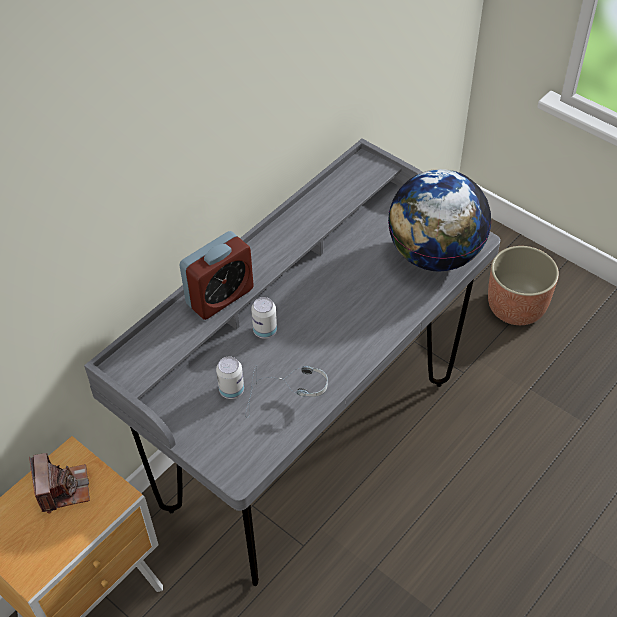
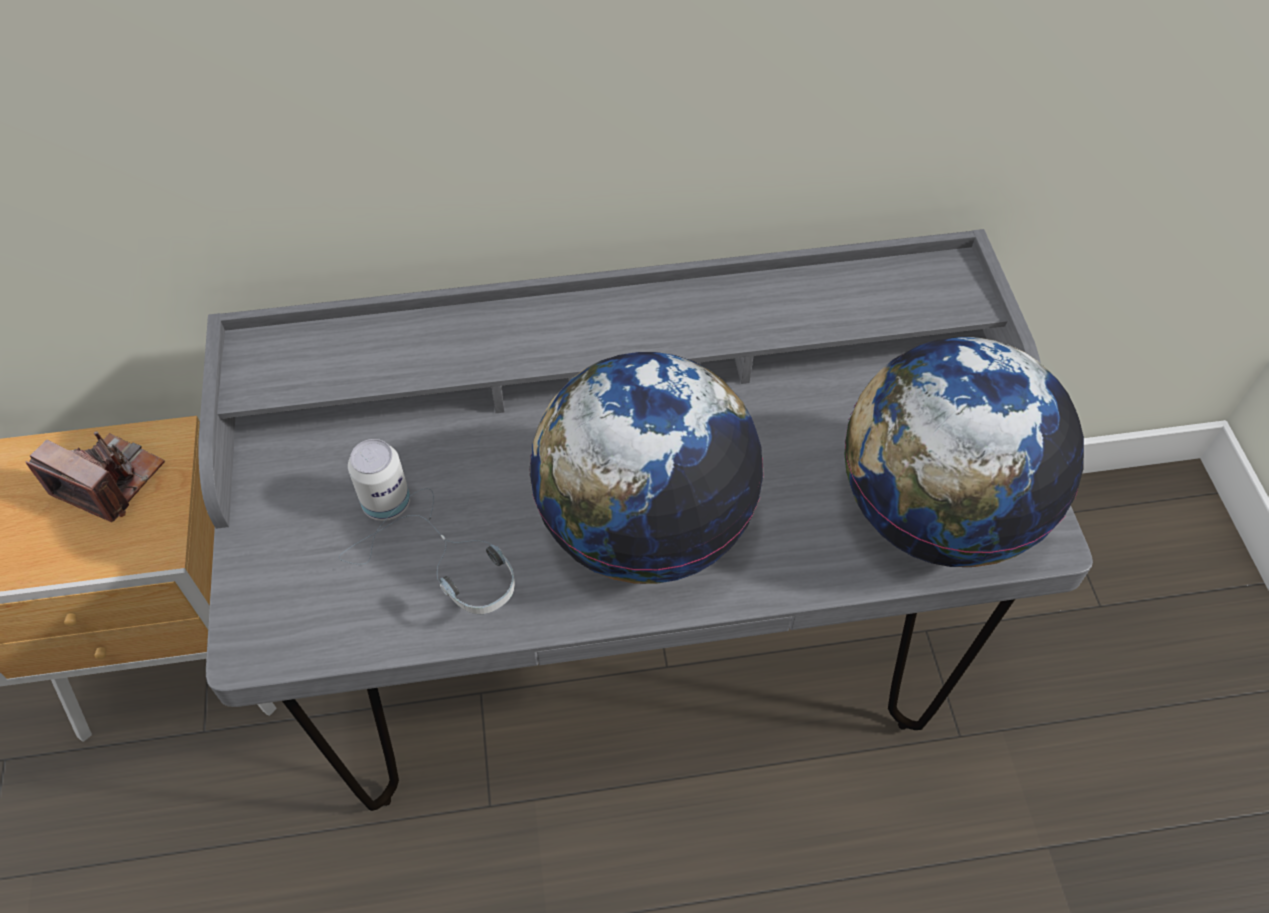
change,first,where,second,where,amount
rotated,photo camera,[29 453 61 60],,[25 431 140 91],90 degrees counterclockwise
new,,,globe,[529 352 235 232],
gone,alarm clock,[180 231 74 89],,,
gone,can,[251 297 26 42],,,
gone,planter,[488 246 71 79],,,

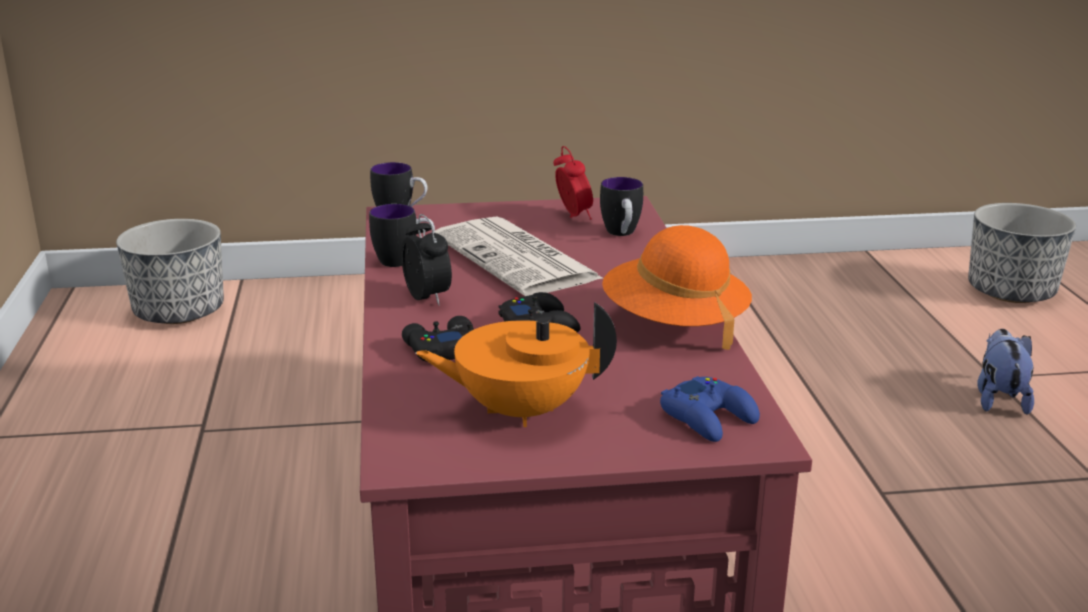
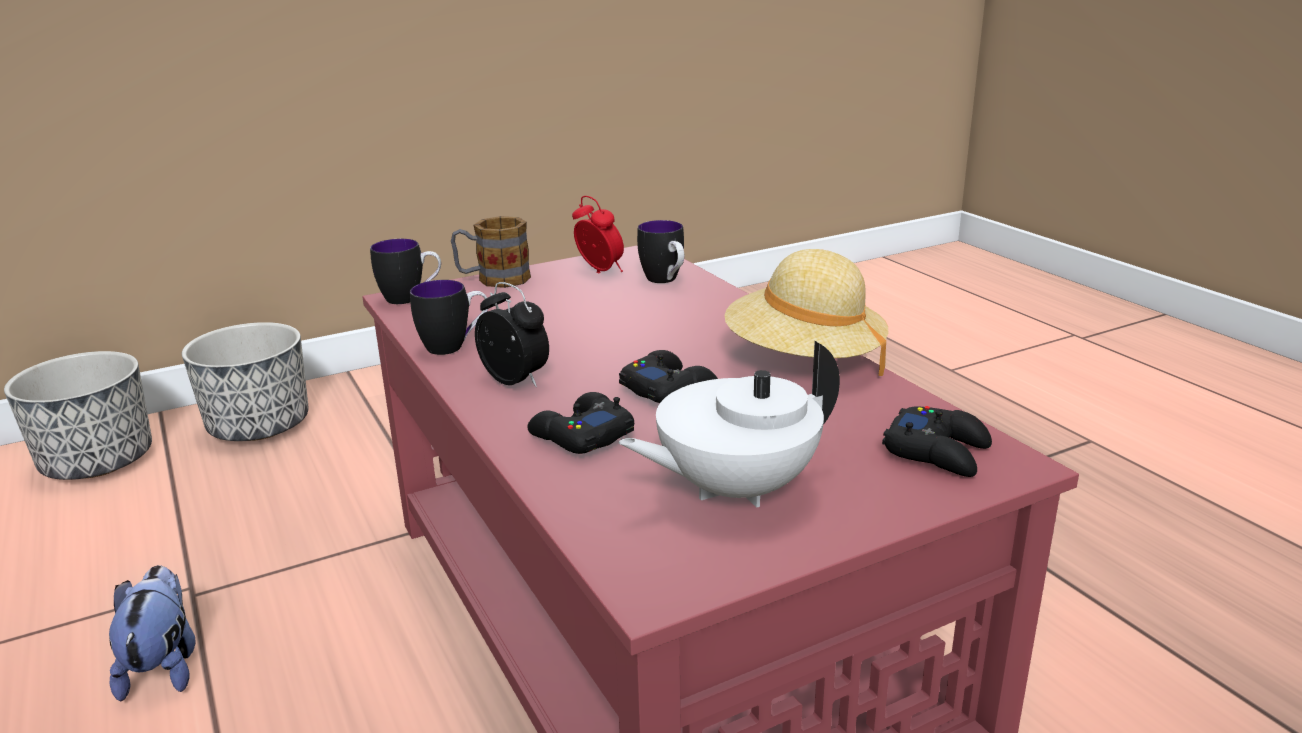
change,first,where,second,where,amount
shifted,plush toy,[977 329 57 86],,[109 565 87 136],
shifted,planter,[968 203 108 100],,[182 322 127 119],
new,,,mug,[451 216 80 72],
repainted,orange teapot,[415 302 202 125],white teapot,[618 341 222 167],
repainted,orange hat,[602 225 150 125],beige hat,[724 249 164 127],
repainted,blue game controller,[660 376 100 66],black game controller,[882 406 110 71],
gone,newspaper,[434 216 170 80],,,

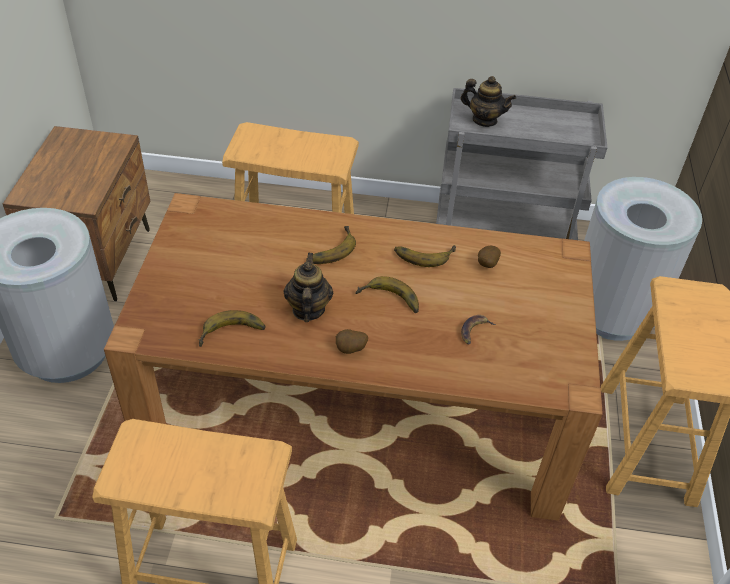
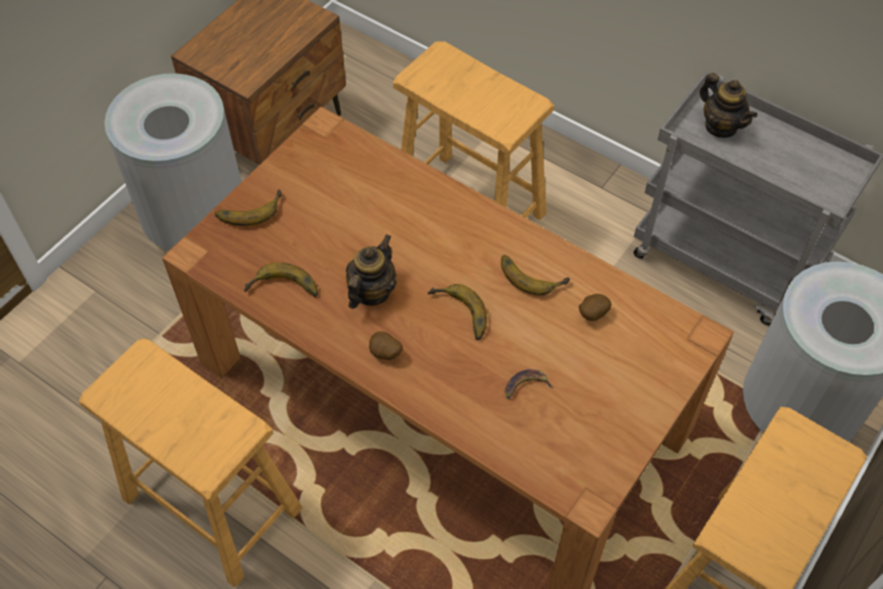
change,first,where,second,where,amount
shifted,banana,[306 226 50 38],,[215 189 67 37],

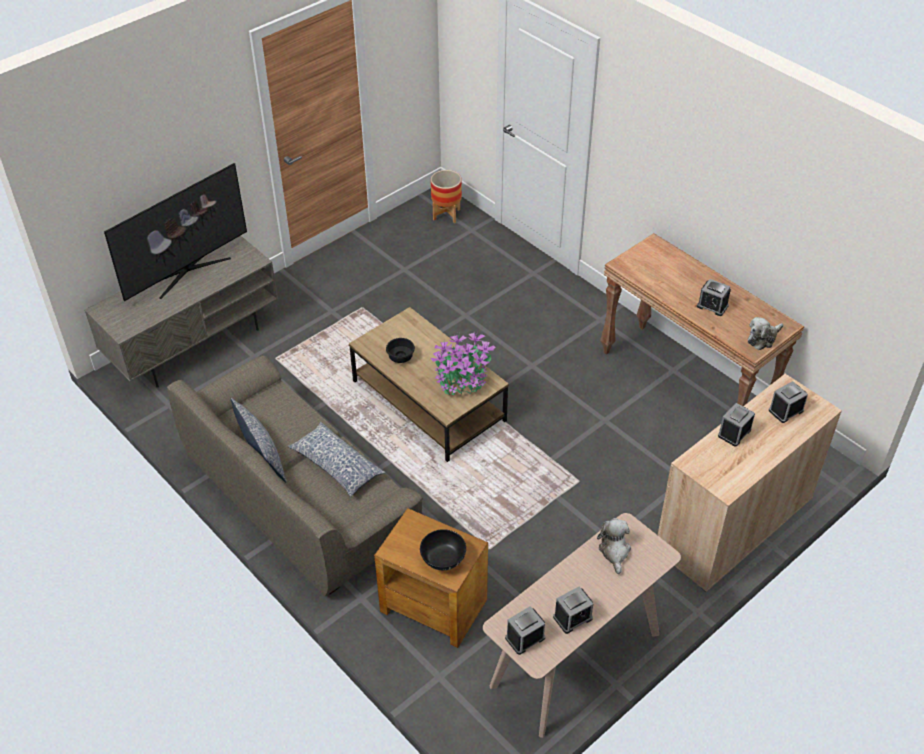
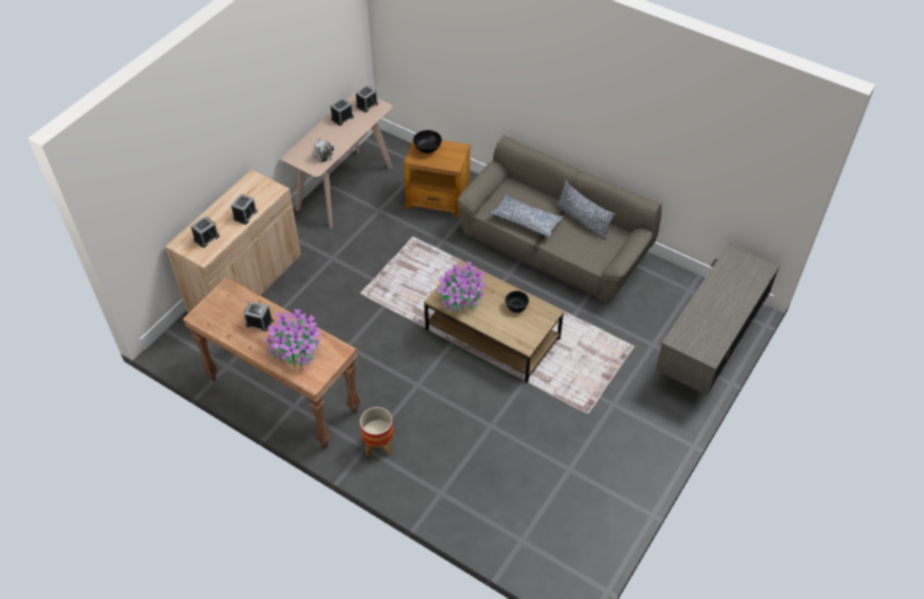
change,first,where,second,where,amount
new,,,potted plant,[264 309 57 58],
shifted,planter,[431 170 31 53],,[360 407 34 49],
gone,television,[104 163 143 138],,,
gone,plush toy,[748 317 35 33],,,

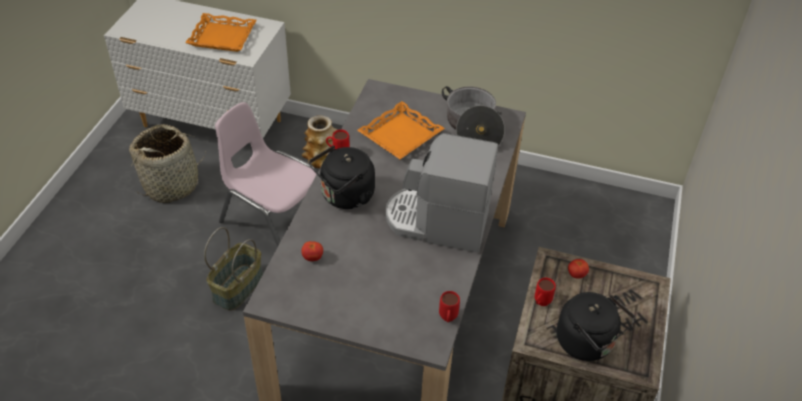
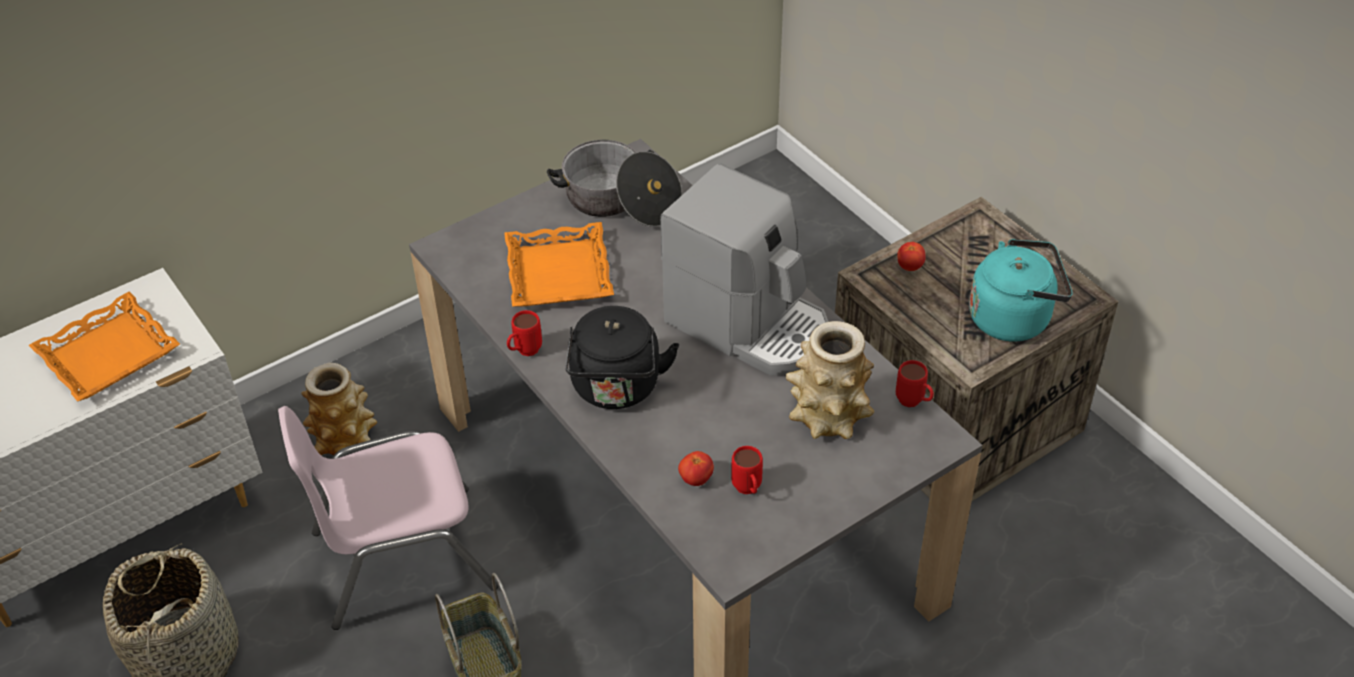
change,first,where,second,where,amount
rotated,coffee machine,[386 133 112 120],,[660 163 169 212],105 degrees counterclockwise
shifted,red mug,[535 278 21 28],,[731 446 32 48],
new,,,vase,[786 321 88 118],
repainted,black kettle,[557 292 79 69],turquoise kettle,[969 239 104 103],

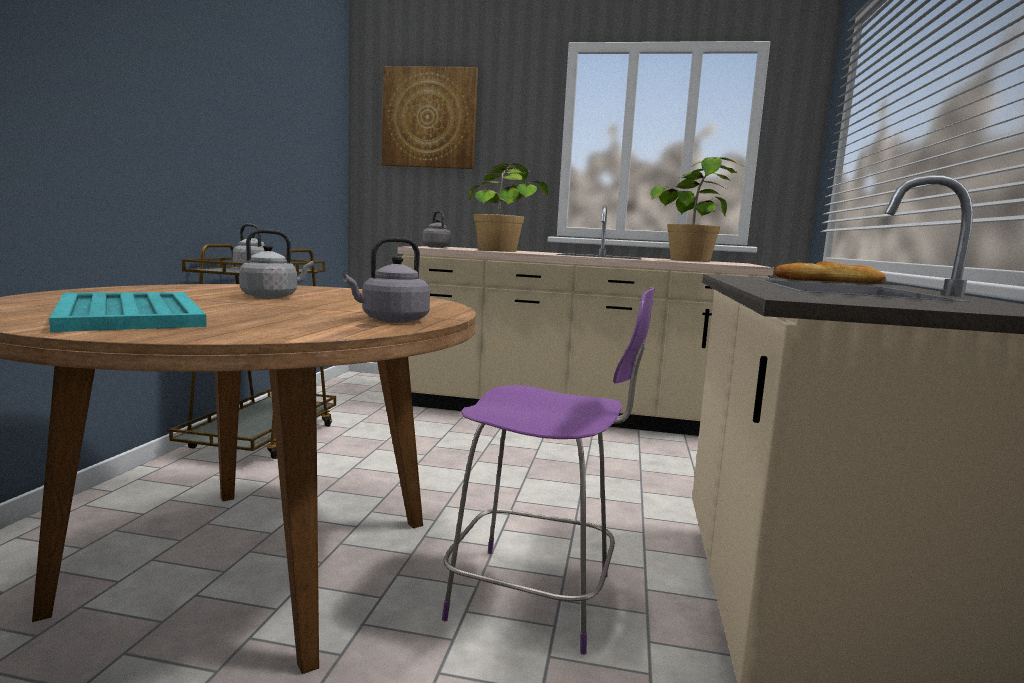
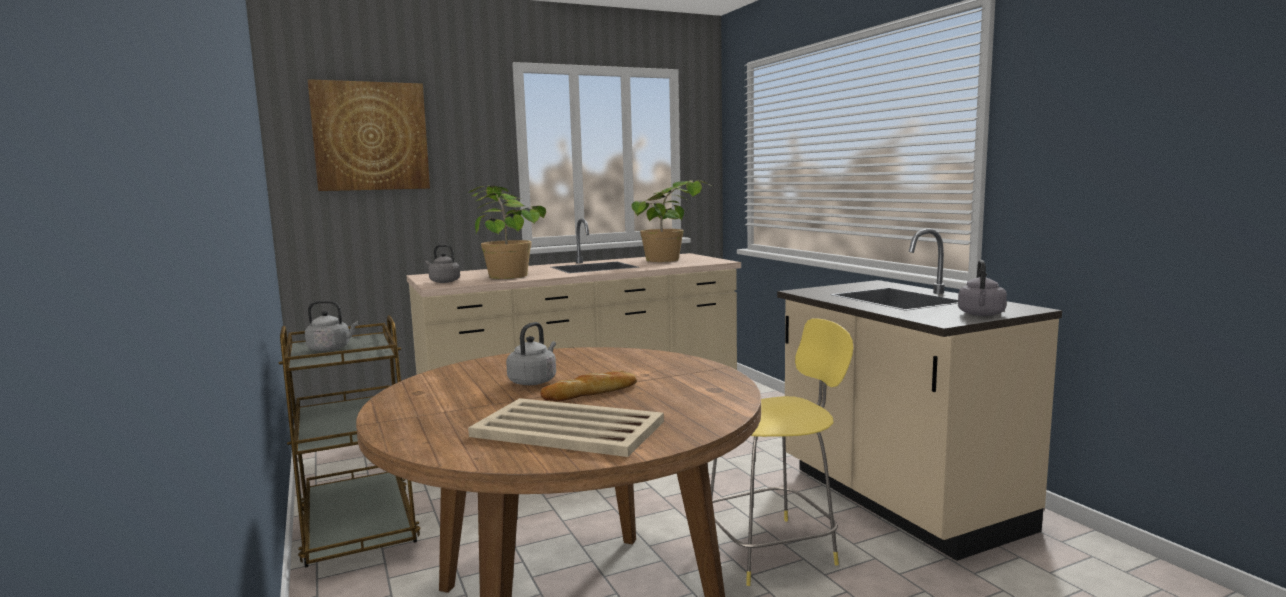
change,first,where,second,where,amount
repainted,turquoise tray,[49 292 158 40],beige tray,[468 398 196 59],
shifted,bread,[774 261 112 23],,[540 371 97 30],
repainted,purple stool,[442 287 212 368],yellow stool,[711 318 142 268],
shifted,grey kettle,[343 237 87 86],,[958 260 49 56],

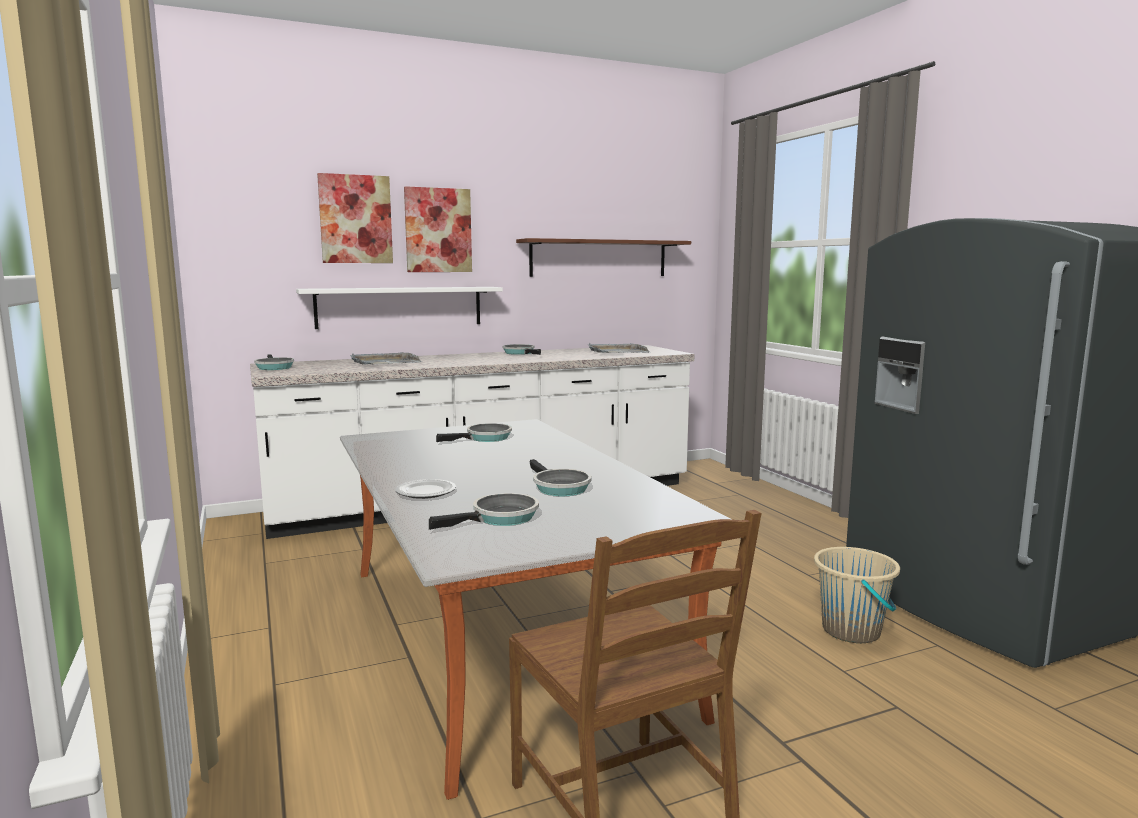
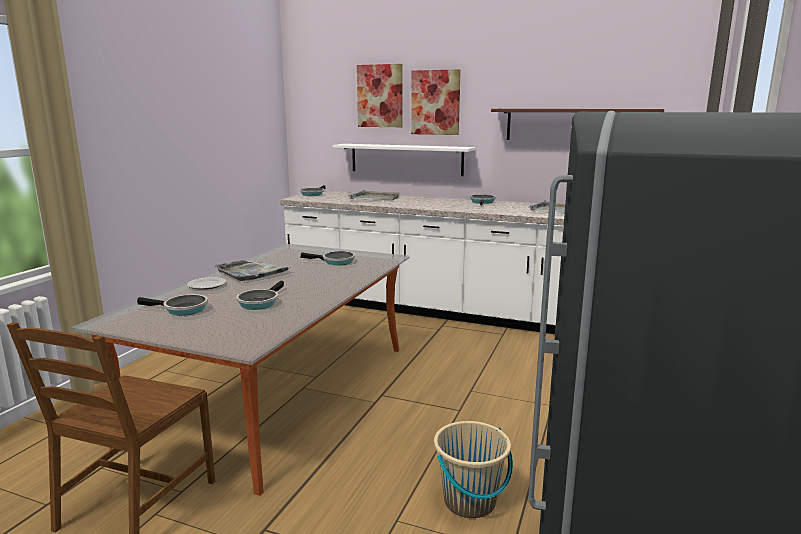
change,first,where,second,where,amount
new,,,grey tray,[215 260 74 21],

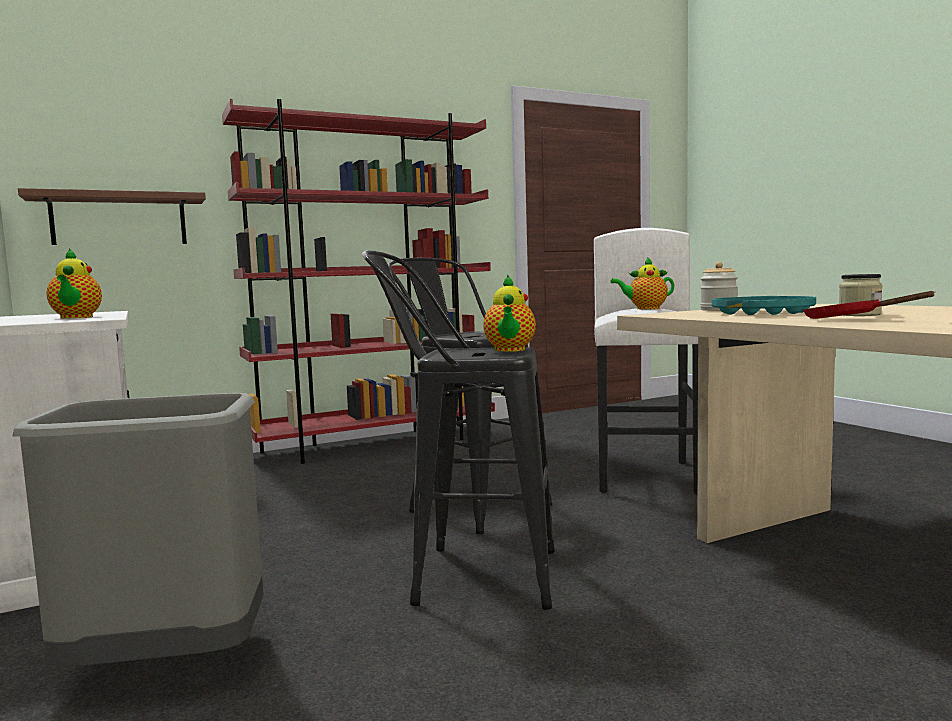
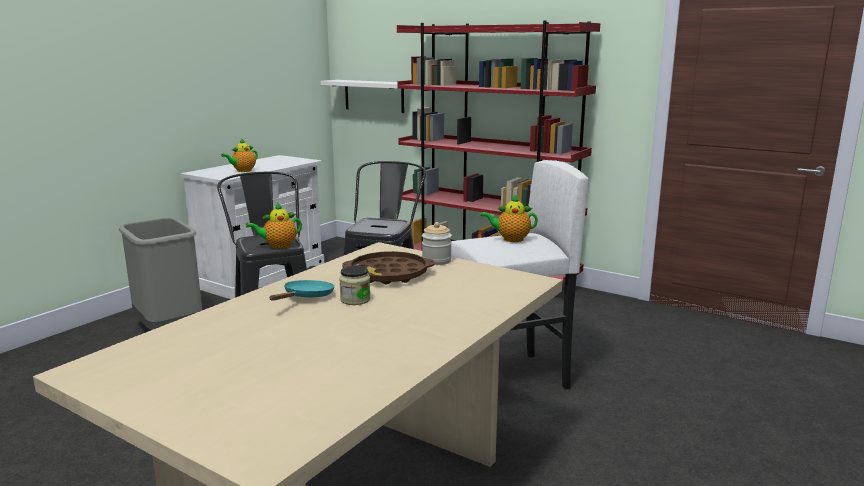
change,first,where,second,where,amount
repainted,red frying pan,[803 291 132 28],turquoise frying pan,[269 280 66 21],
repainted,brown shelf,[18 188 188 57],white shelf,[320 80 84 33],
repainted,turquoise tray,[712 296 104 19],brown tray,[342 251 93 33],
rotated,teapot,[610 257 64 52],,[480 194 58 48],60 degrees counterclockwise

